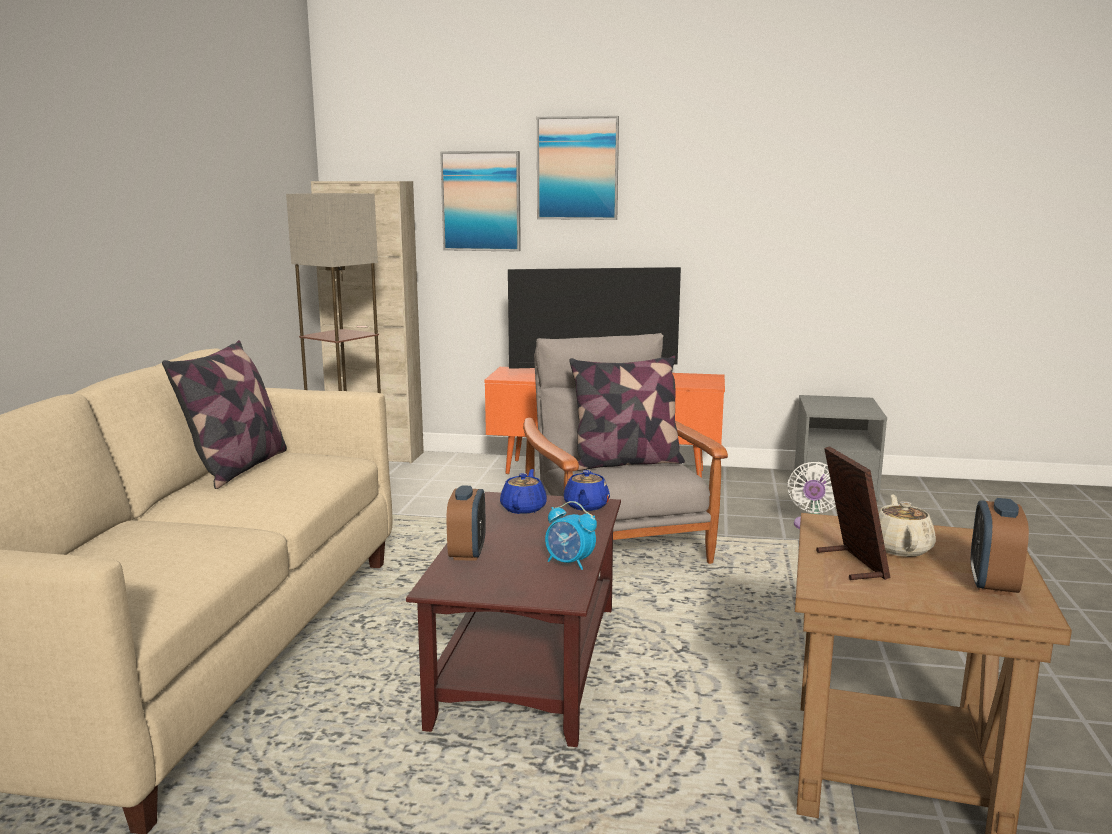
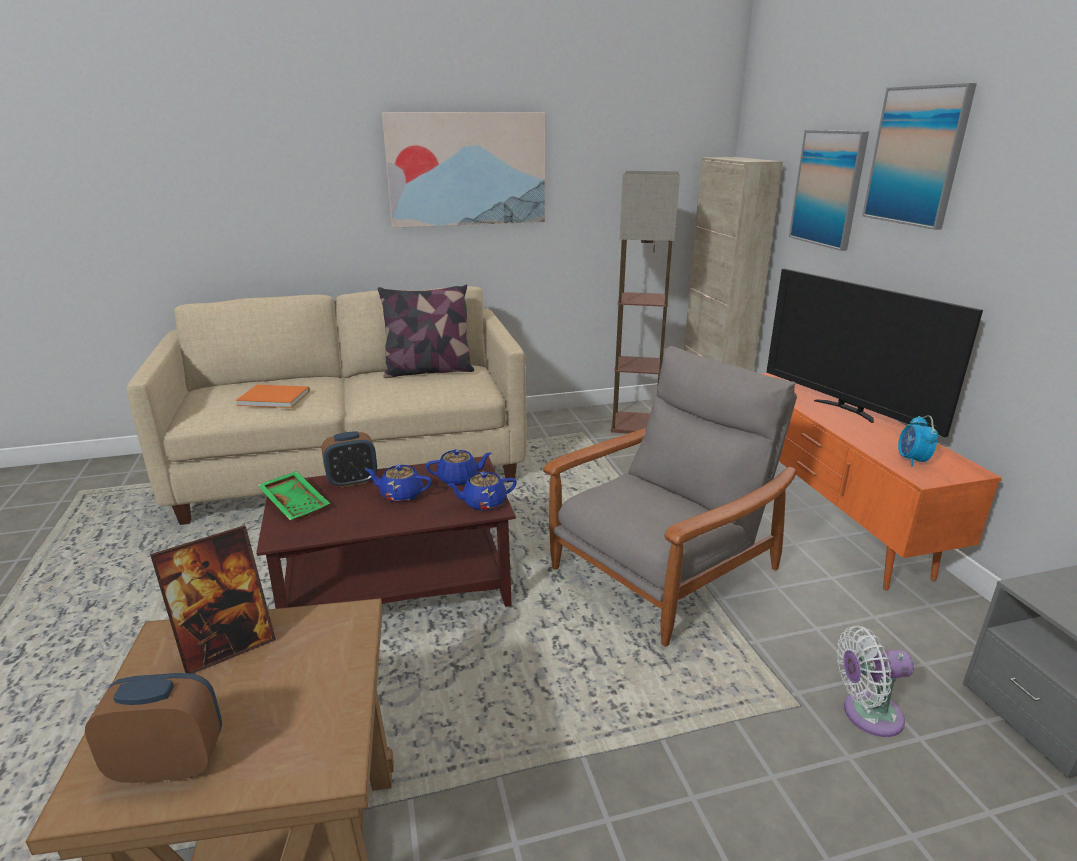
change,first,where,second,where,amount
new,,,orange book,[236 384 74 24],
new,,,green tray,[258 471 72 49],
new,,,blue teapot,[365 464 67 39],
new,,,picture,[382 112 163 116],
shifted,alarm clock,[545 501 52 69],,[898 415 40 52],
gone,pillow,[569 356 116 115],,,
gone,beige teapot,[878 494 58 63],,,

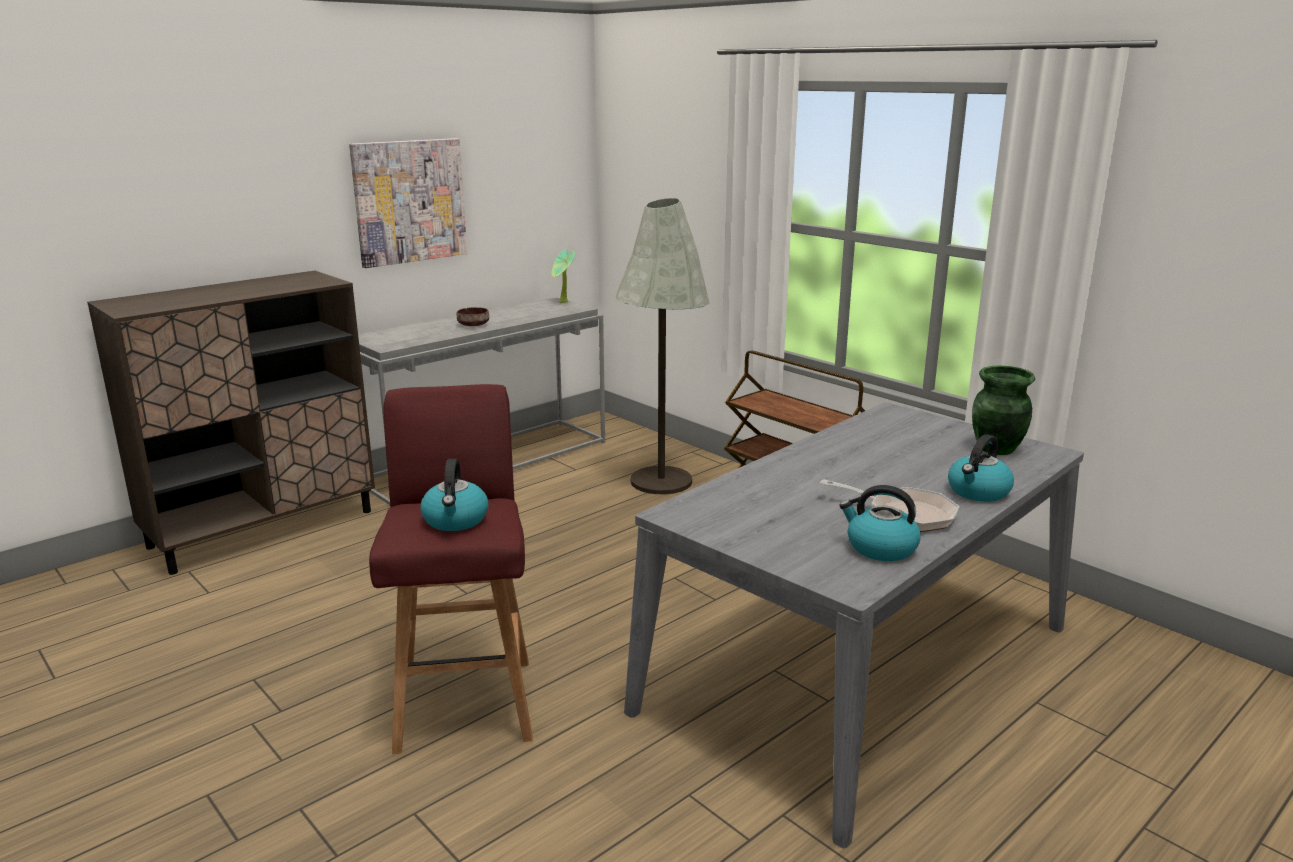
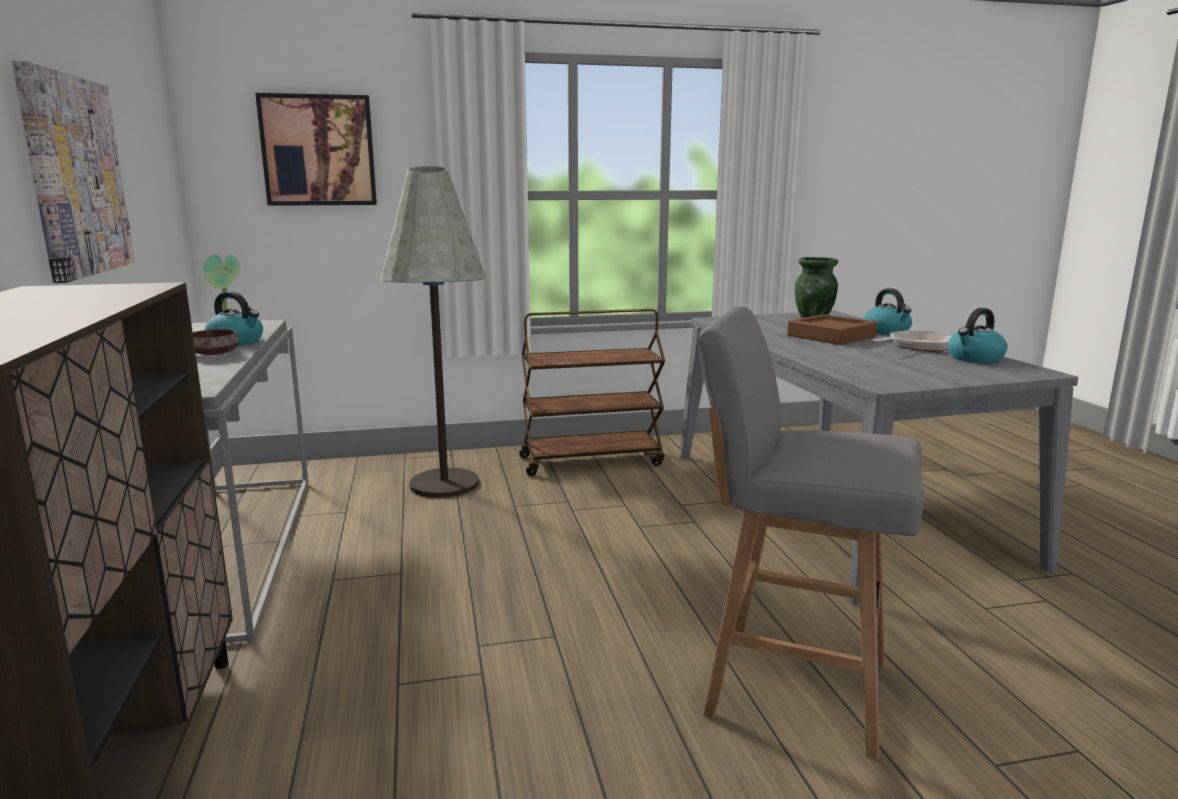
change,first,where,second,where,amount
shifted,kettle,[421 459 67 72],,[205 291 58 54],
new,,,picture,[255 93 122 113],
repainted,red stool,[369 384 164 370],grey stool,[698 306 226 454],
new,,,brown tray,[787 314 90 31],

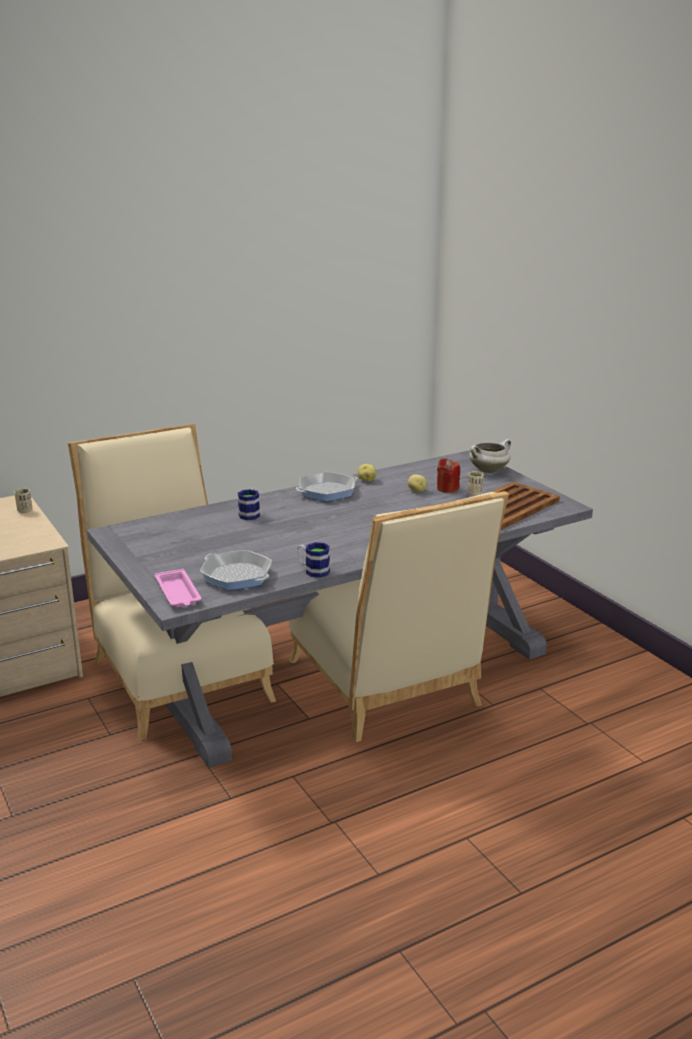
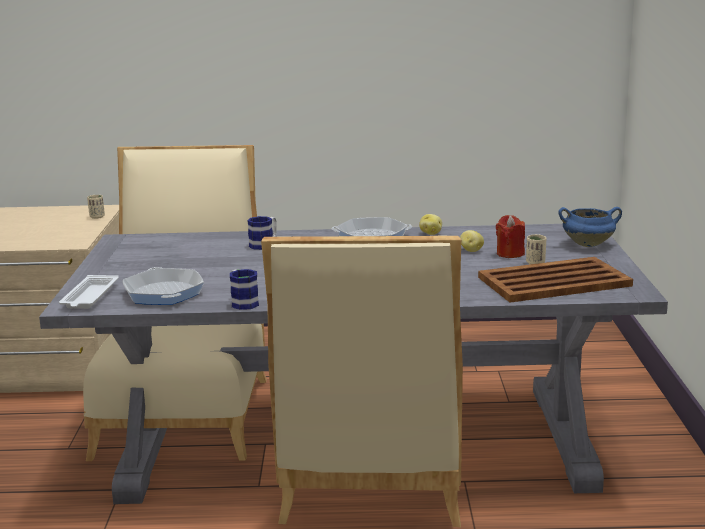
change,first,where,second,where,amount
repainted,pink tray,[155 569 46 39],white tray,[59 275 60 34],
repainted,white cooking pot,[469 439 42 34],blue cooking pot,[558 207 64 40],

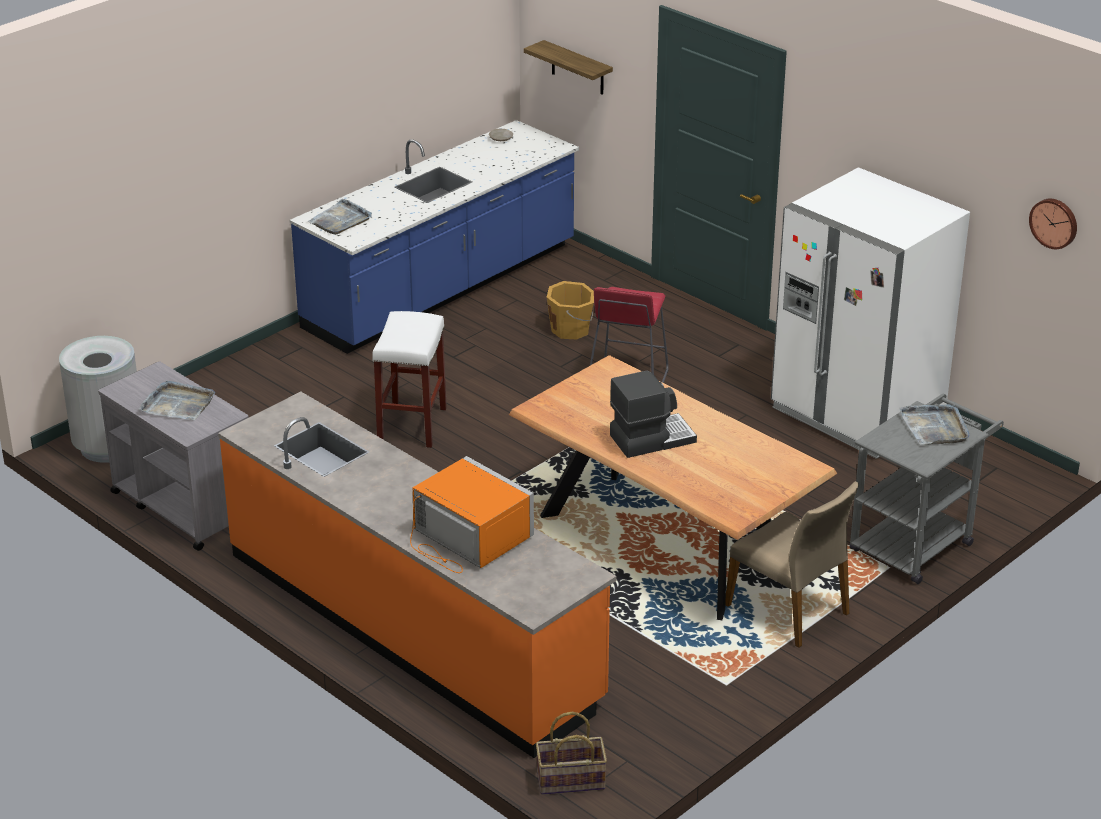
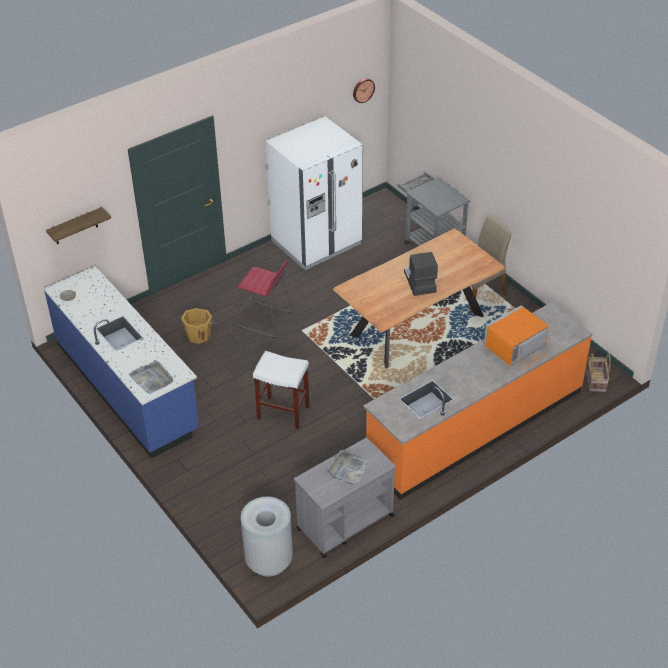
change,first,where,second,where,amount
gone,grey tray,[899 404 71 41],,,

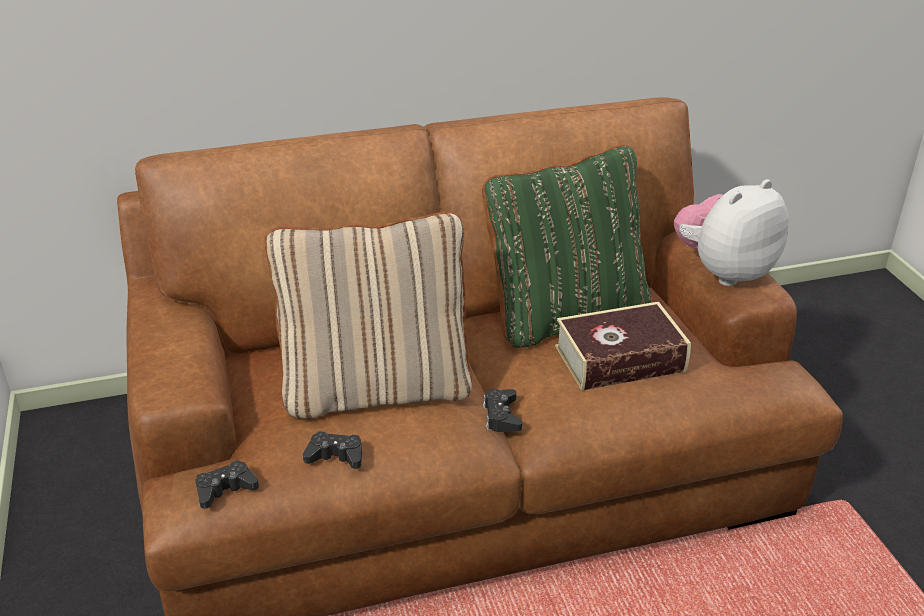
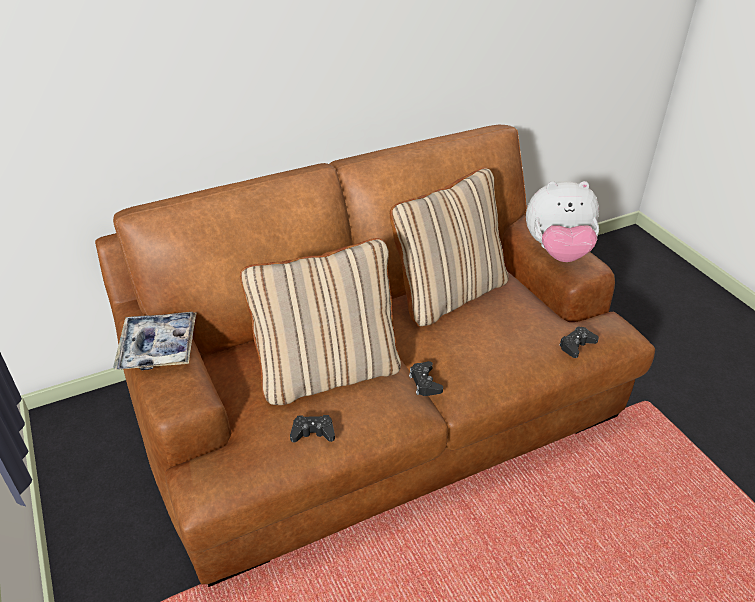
change,first,where,second,where,amount
new,,,tray,[113 312 83 58],
repainted,green pillow,[482 144 169 204],beige pillow,[390 167 118 160],
rotated,plush toy,[674 179 115 107],,[526 181 73 81],135 degrees counterclockwise
shifted,black game controller,[195 460 64 49],,[559 326 40 32],
gone,book,[555 302 136 89],,,

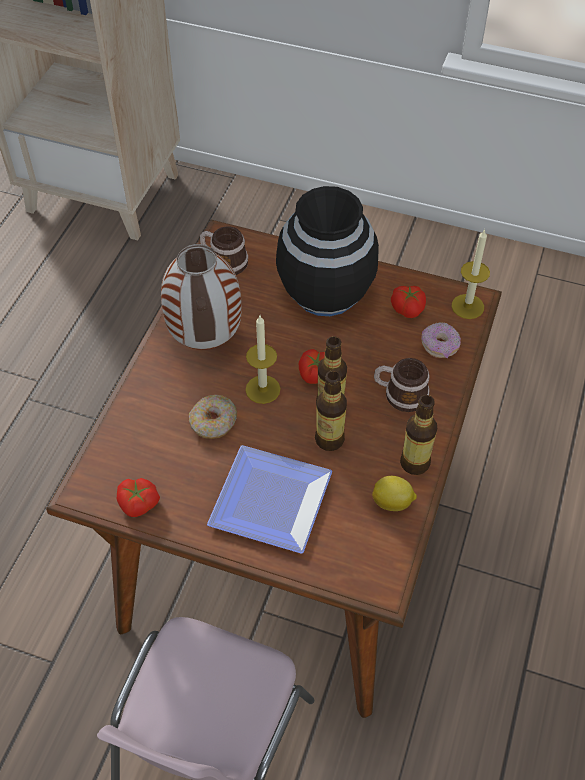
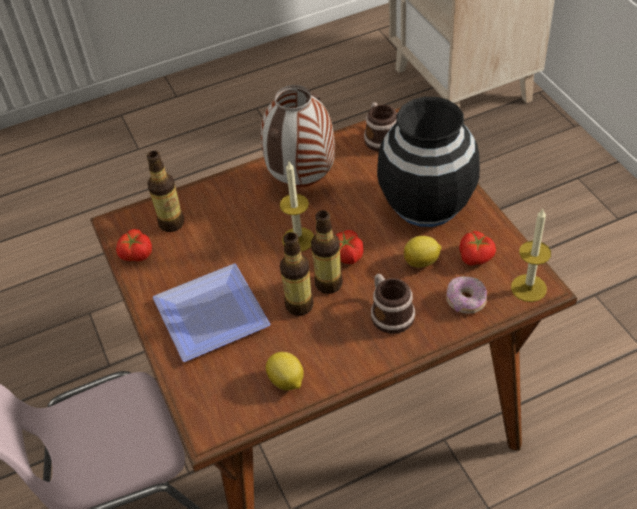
change,first,where,second,where,amount
shifted,bottle,[400 395 37 80],,[147 151 37 81],
new,,,lemon,[404 236 37 32],
gone,donut,[189 395 48 44],,,

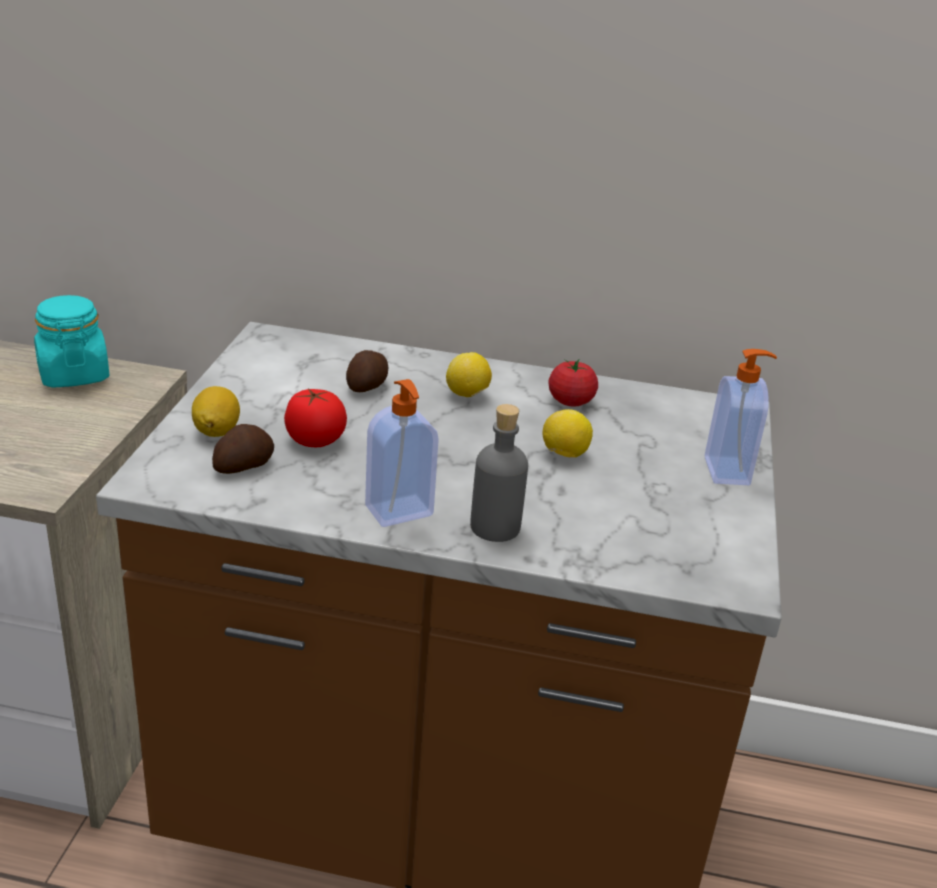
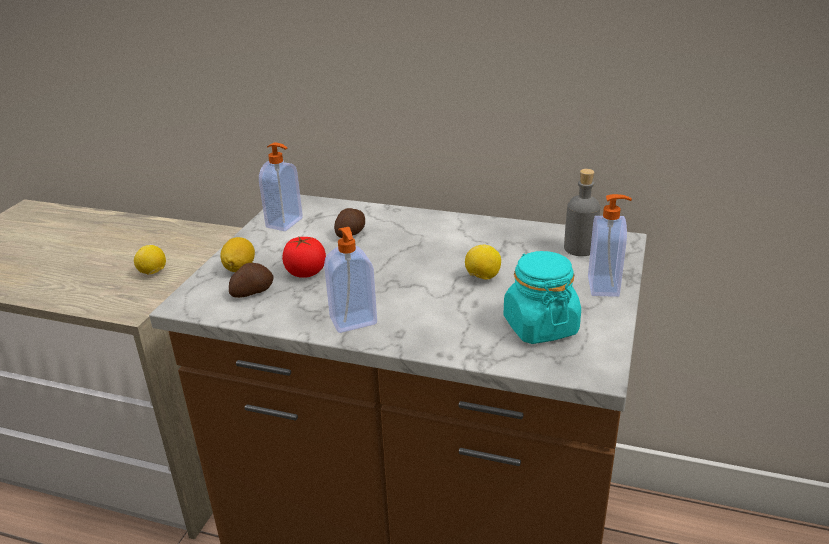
change,first,where,second,where,amount
shifted,lemon,[446 352 46 45],,[134 245 32 30],
new,,,soap dispenser,[259 143 44 88],
shifted,turquoise jar,[34 295 76 93],,[504 251 77 93],
shifted,grey bottle,[470 404 58 138],,[564 169 36 87],
gone,tomato,[548 359 50 48],,,

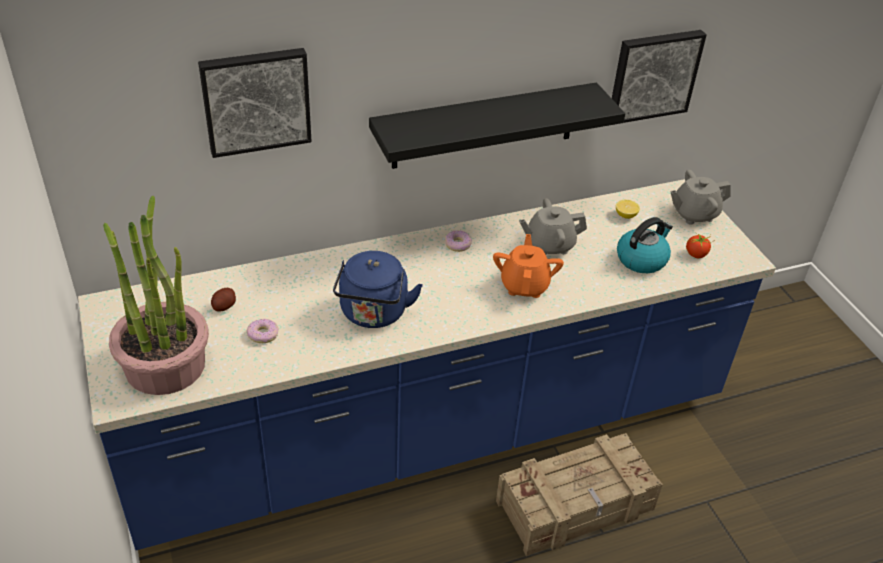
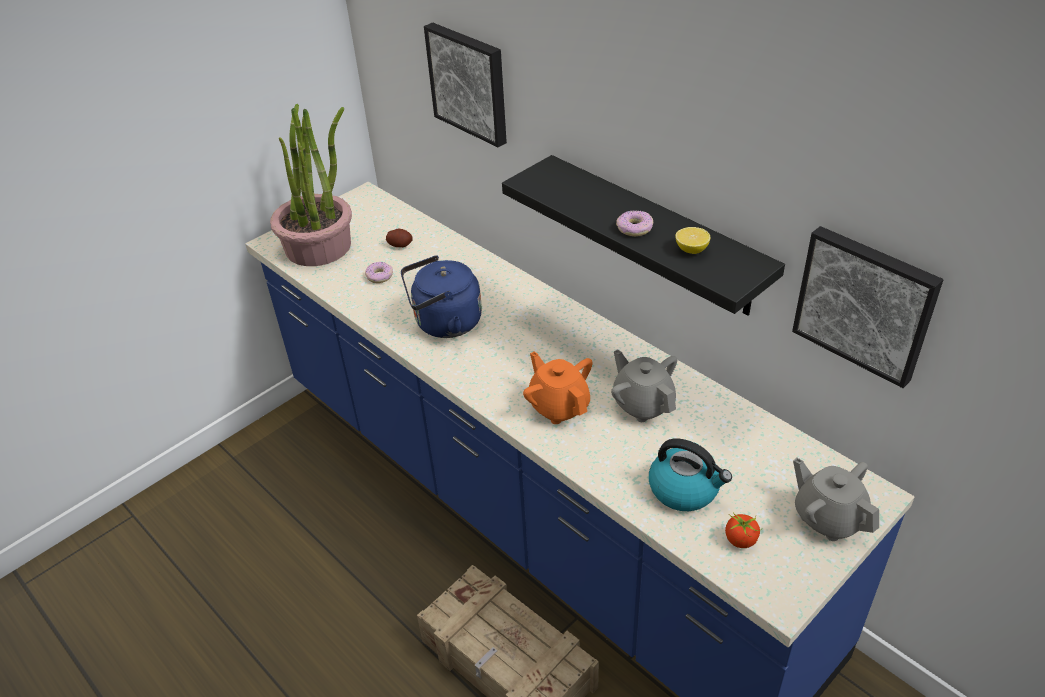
change,first,where,second,where,amount
rotated,orange teapot,[493 234 71 64],,[523 351 70 73],105 degrees counterclockwise
shifted,donut,[445 230 27 22],,[616 210 37 26],
shifted,lemon,[616 200 24 19],,[675 227 35 27],

